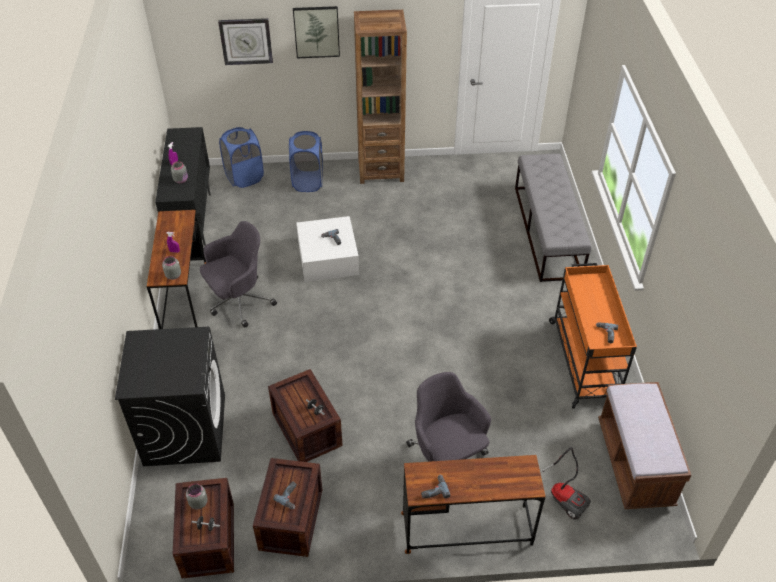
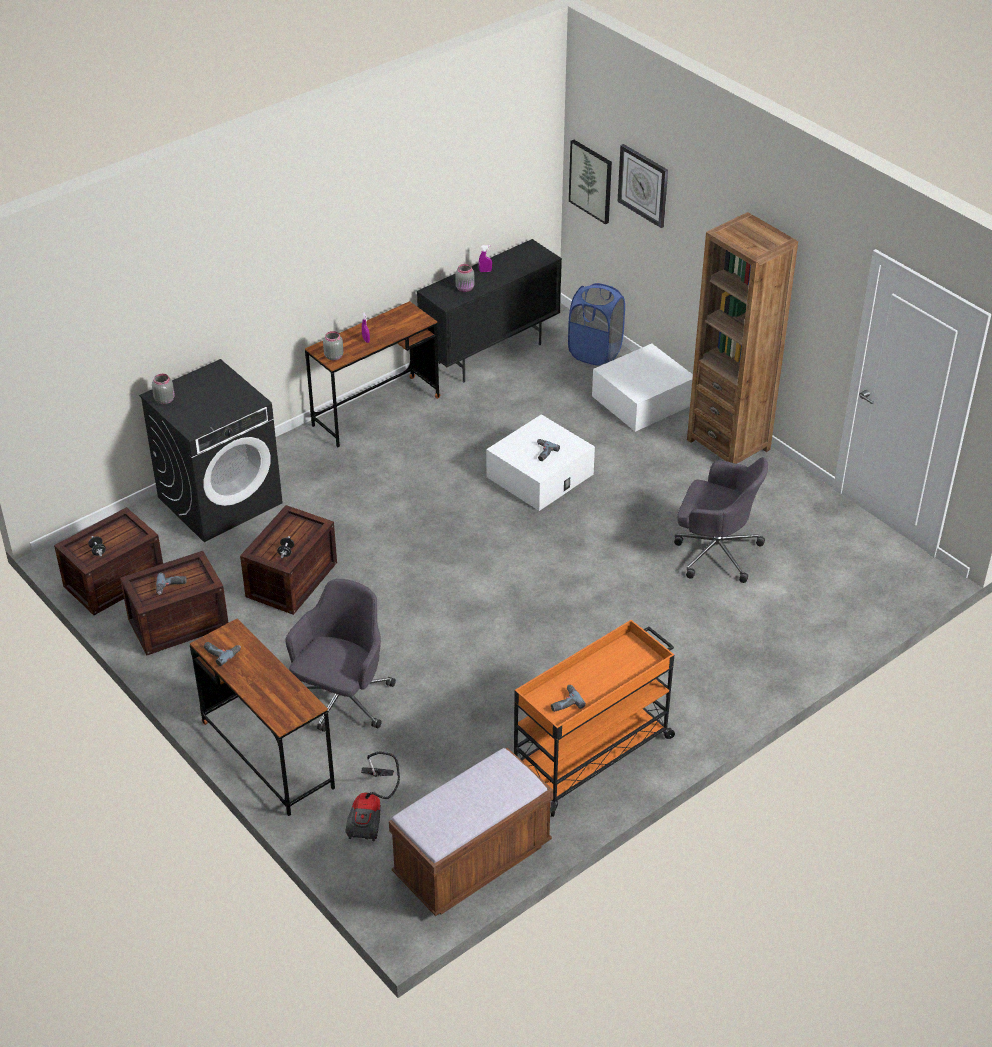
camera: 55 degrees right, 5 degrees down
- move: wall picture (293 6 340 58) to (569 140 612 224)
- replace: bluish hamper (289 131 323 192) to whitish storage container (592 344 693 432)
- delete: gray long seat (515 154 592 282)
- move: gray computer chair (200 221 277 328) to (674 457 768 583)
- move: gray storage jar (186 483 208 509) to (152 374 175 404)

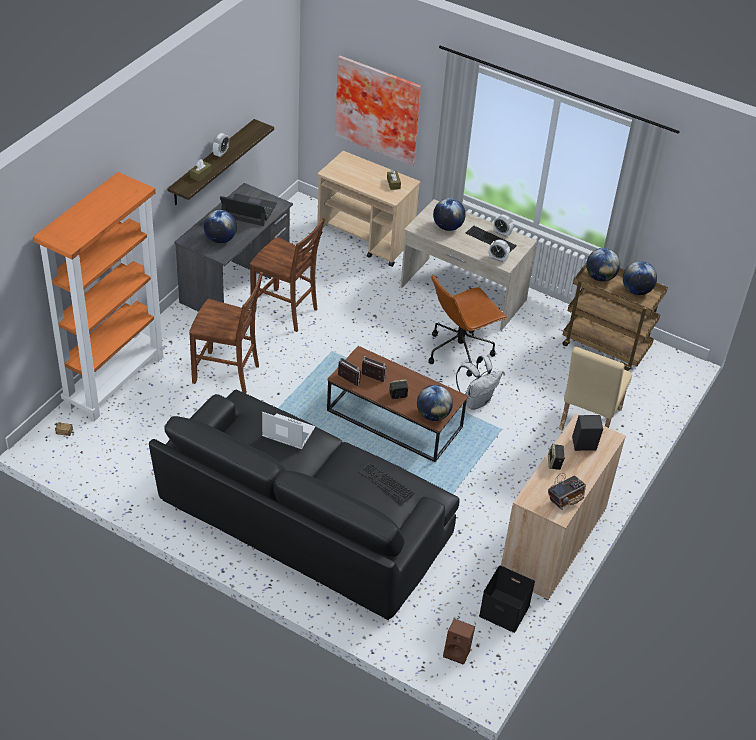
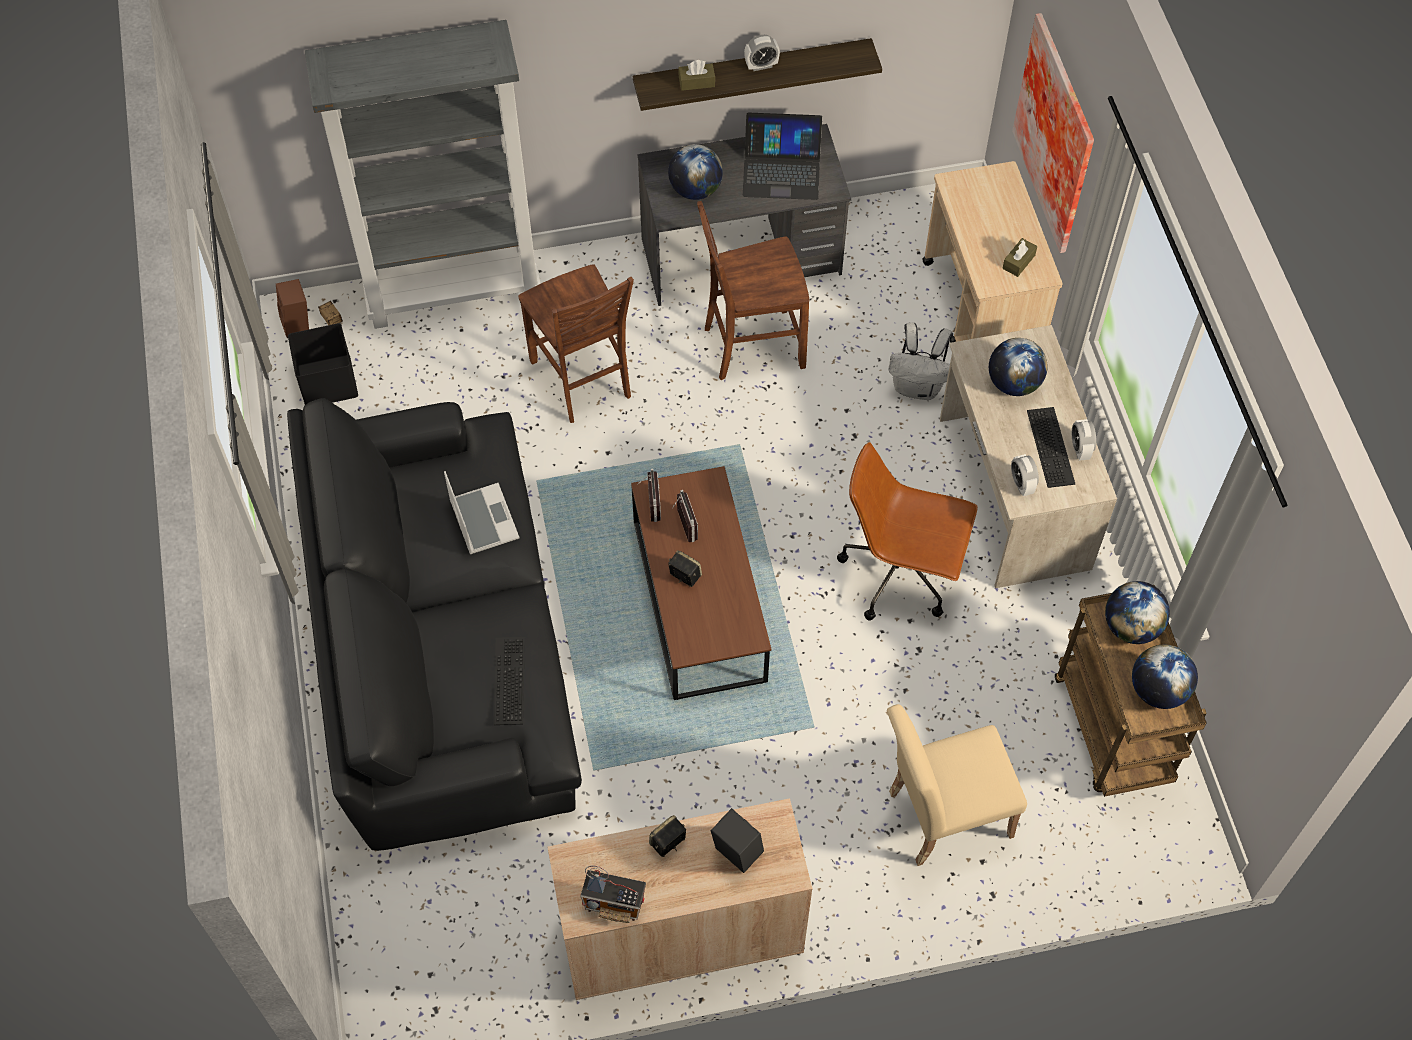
camera: 50 degrees right, 15 degrees up
- recolor: orangey shelving unit (33 172 165 421) to gray shelving unit (305 20 541 329)
- rotate: portable computer (220 194 277 226) = (743 112 822 200) 120 degrees clockwise
- rotate: brown upright chair (250 217 325 332) = (697 201 809 380) 90 degrees clockwise
- move: whitish rucksack (456 355 503 410) to (888 322 953 400)
- delete: globe (417 385 453 421)
- move: black-coloured storage container (479 566 535 633) to (288 323 358 405)
- move: brown speaker (443 619 475 665) to (276 279 309 338)

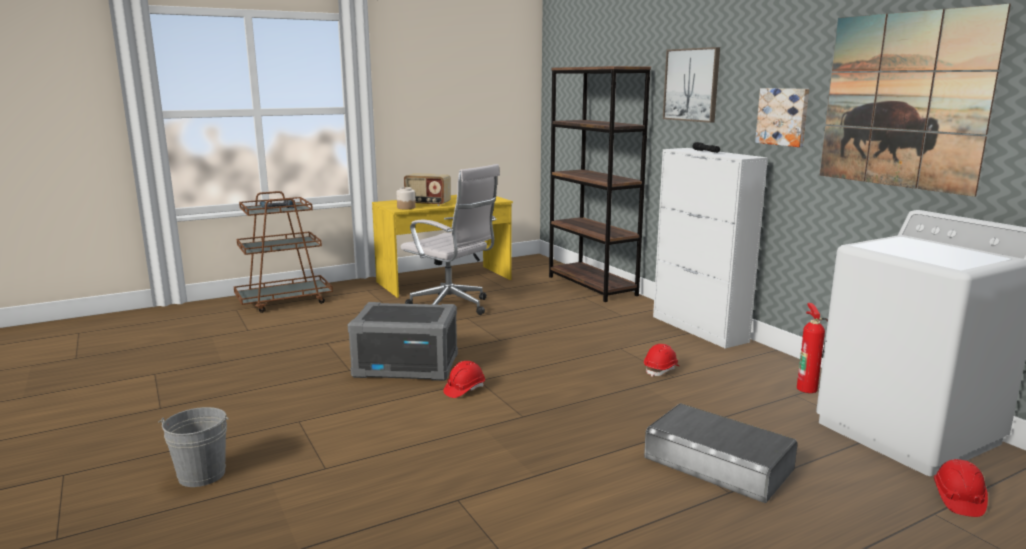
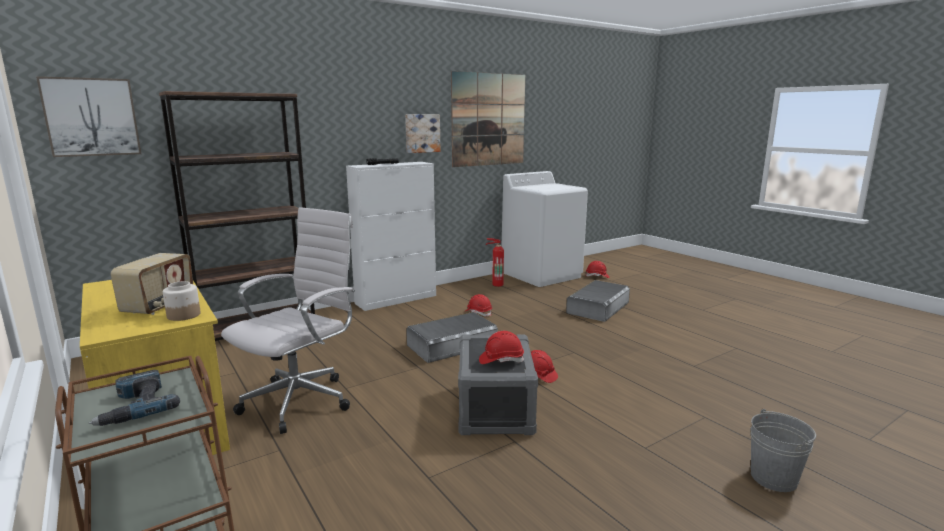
camera: 95 degrees left, 0 degrees up
- move: wall picture (663 47 720 123) to (36 76 141 157)
- insert: gray storage container (406 312 498 363)
- insert: reddish safety helmet (479 331 524 364)

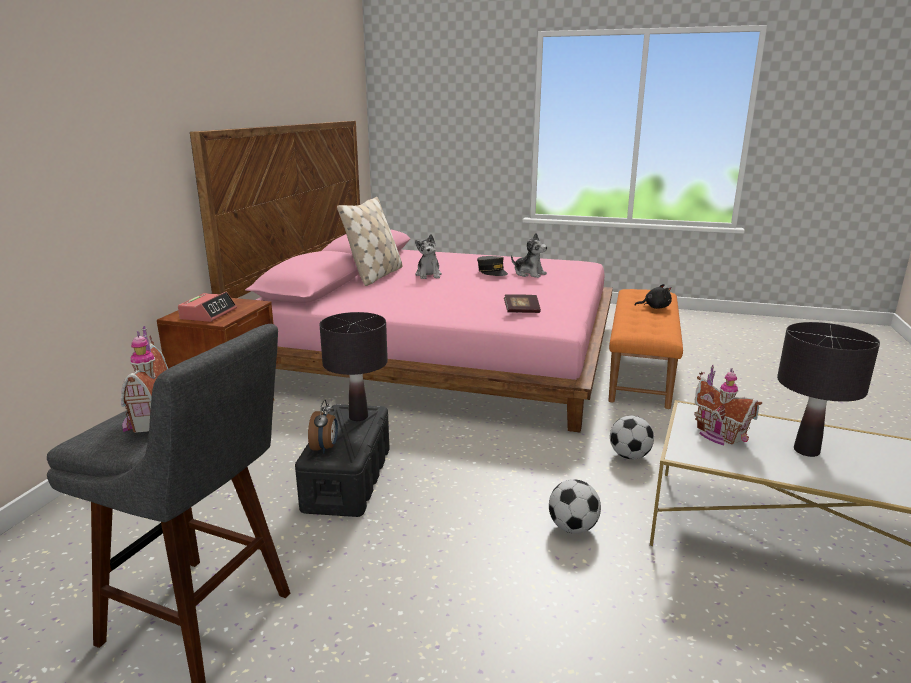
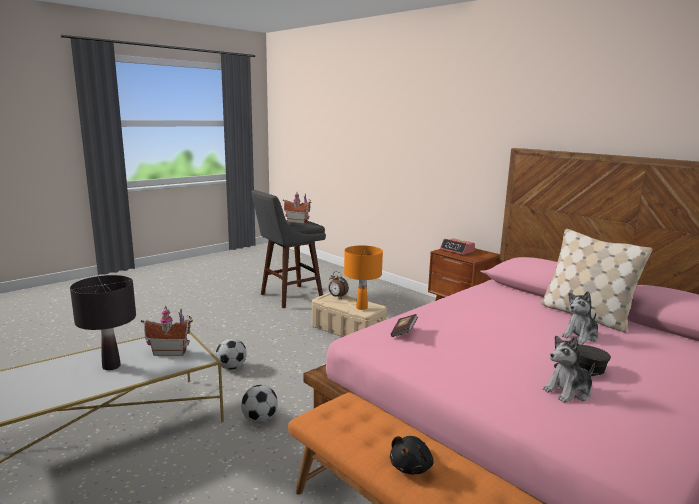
camera: 120 degrees right, 5 degrees down
- rotate: plush toy (415 234 442 279) = (562 291 599 344) 60 degrees counterclockwise
- recolor: black-coloured tabletop lamp (319 312 388 421) to orangey tabletop lamp (344 245 383 310)
- recolor: black-coloured storage container (295 404 390 517) to beige storage container (312 292 387 337)

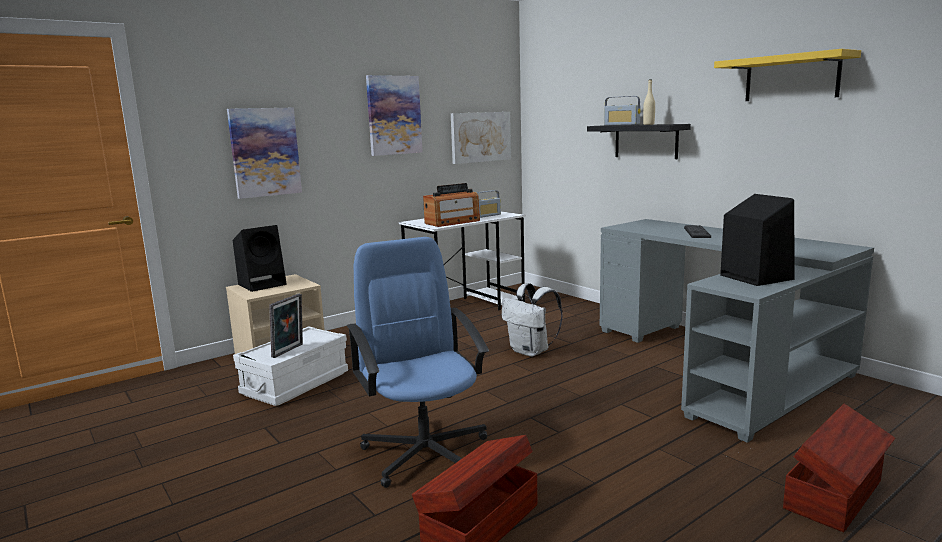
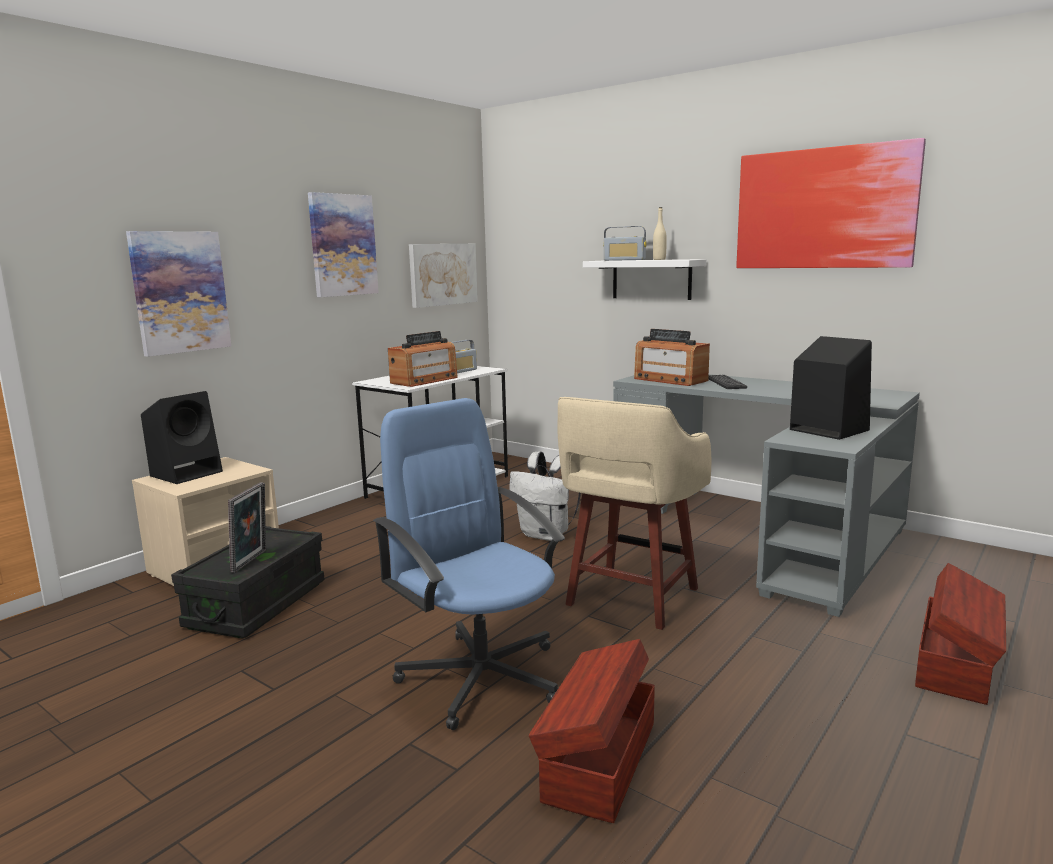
camera: 15 degrees left, 0 degrees up
- replace: yellowish shelf (714 49 861 101) to wall picture (736 138 926 268)
- recolor: black-coloured shelf (587 124 691 159) to whitish shelf (583 259 706 300)
- recolor: whitish storage container (233 327 348 406) to black-coloured storage container (171 526 324 638)
- insert: radio set (634 329 710 386)
- insert: beige sitting stool (557 397 712 630)

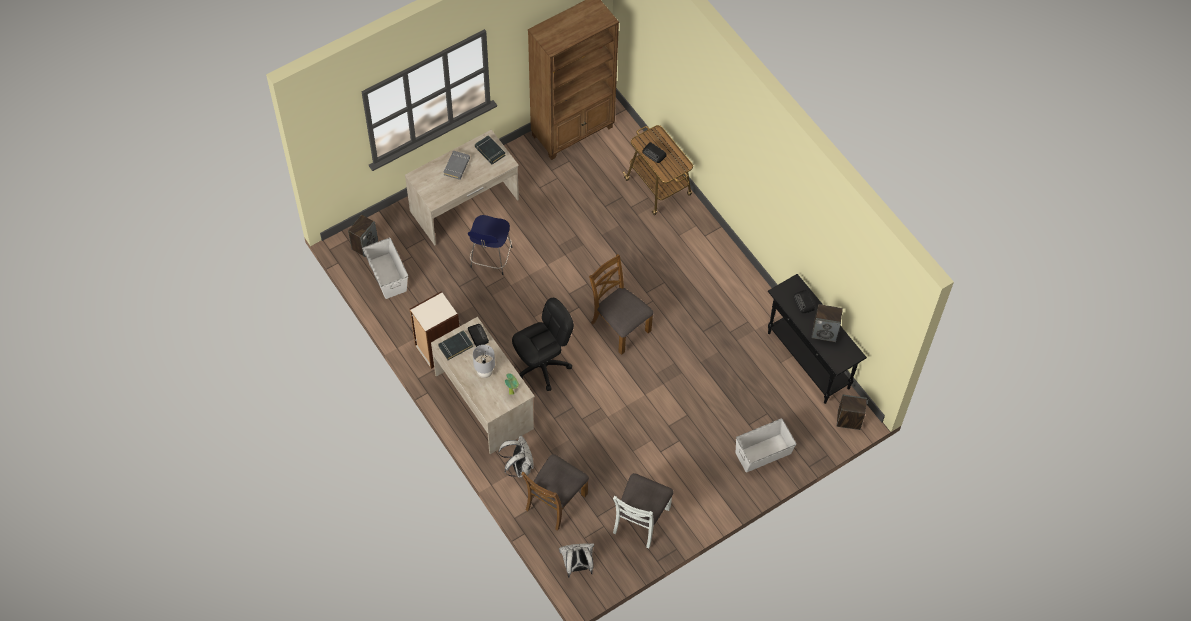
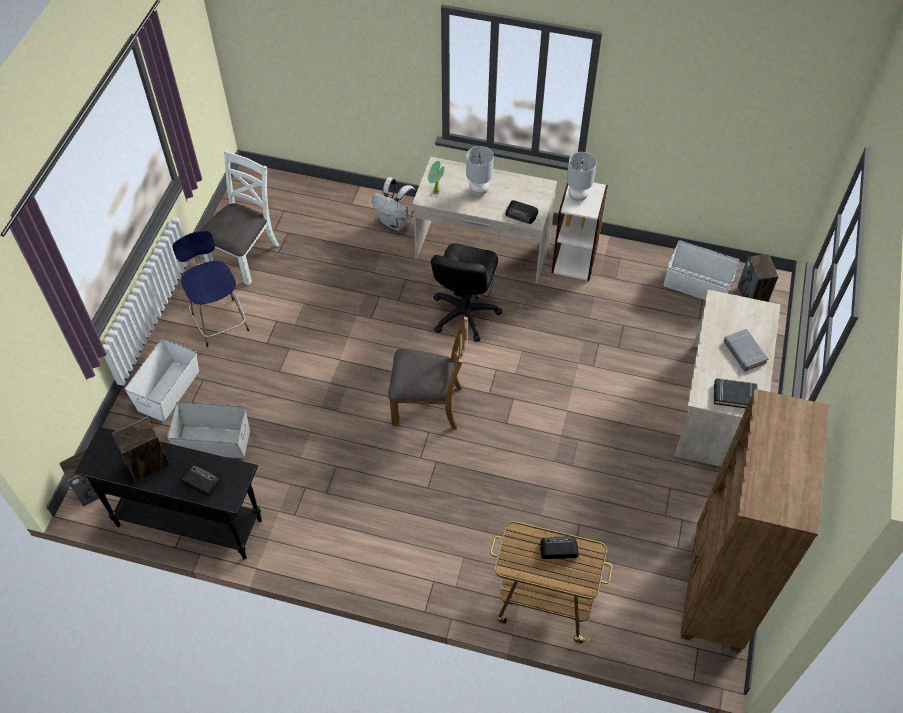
camera: 140 degrees right, 5 degrees down
- move: bluish sitting stool (468 215 512 275) to (173 231 249 347)
- delete: black-coloured bound book (438 331 473 360)
- delete: brown upright chair (521 454 589 531)
- rotate: whitish upright chair (613 473 674 549) = (200 150 279 285) 45 degrees clockwise
- delete: whitish rucksack (559 543 594 578)
- insert: gray tabletop lamp (567 152 596 202)
- insert: gray storage container (167 401 250 458)

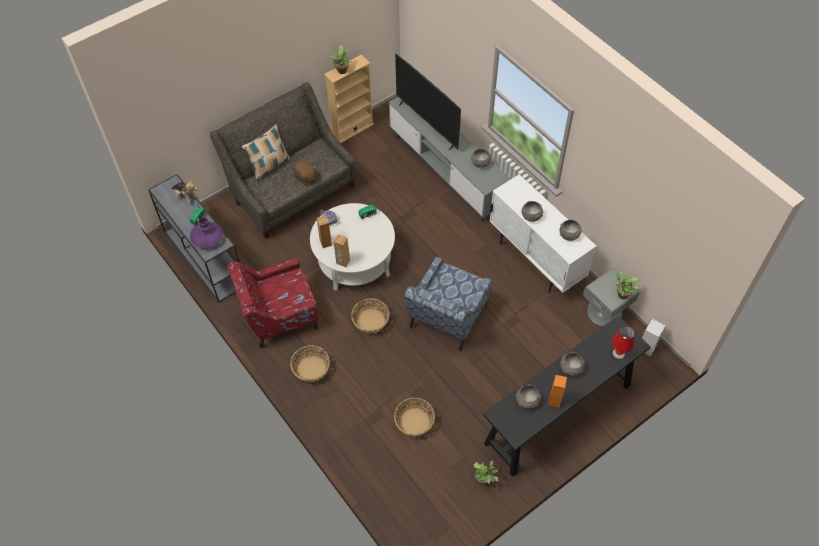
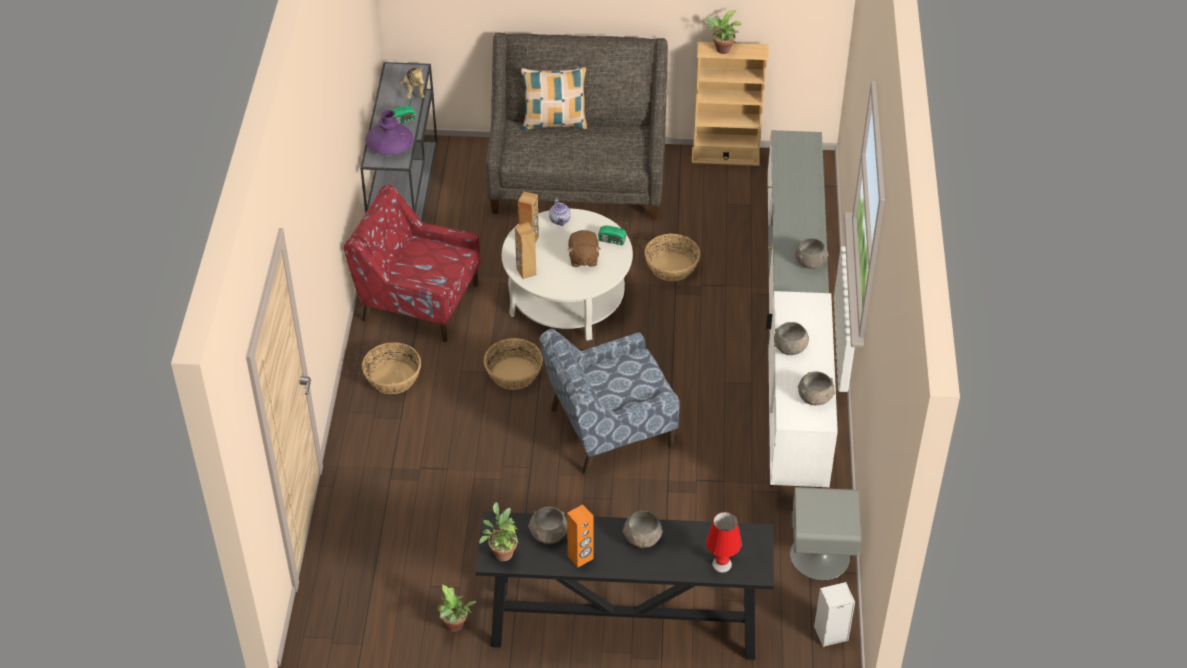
camera: 40 degrees right, 10 degrees down
- delete: TV (395 54 461 150)
- move: brown plush toy (293 160 317 185) to (568 230 601 267)
- move: plant in a pot (613 271 639 300) to (479 502 519 561)
- move: household basket (394 398 435 437) to (644 234 700 281)

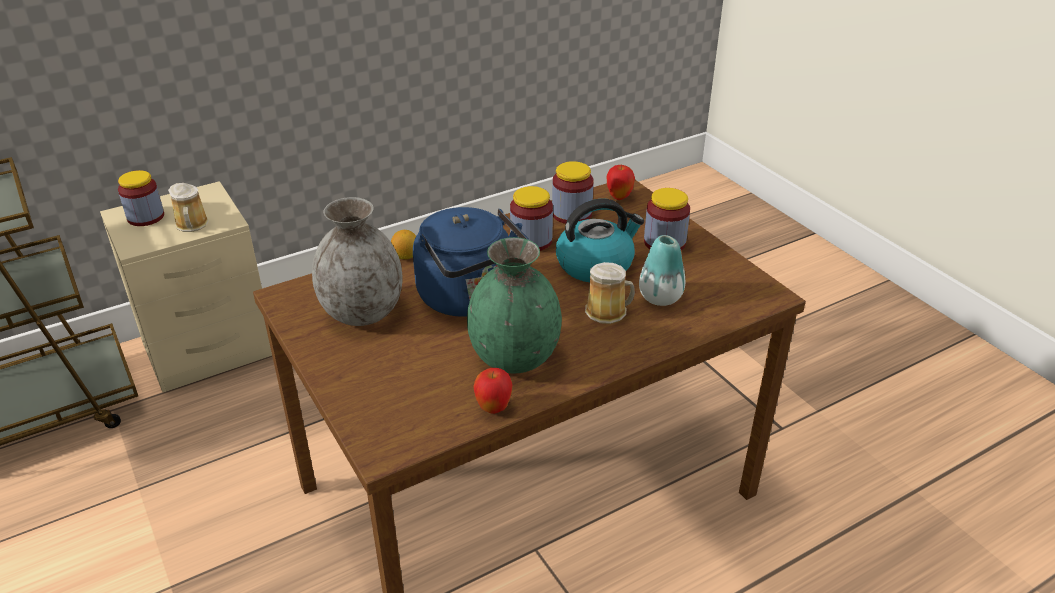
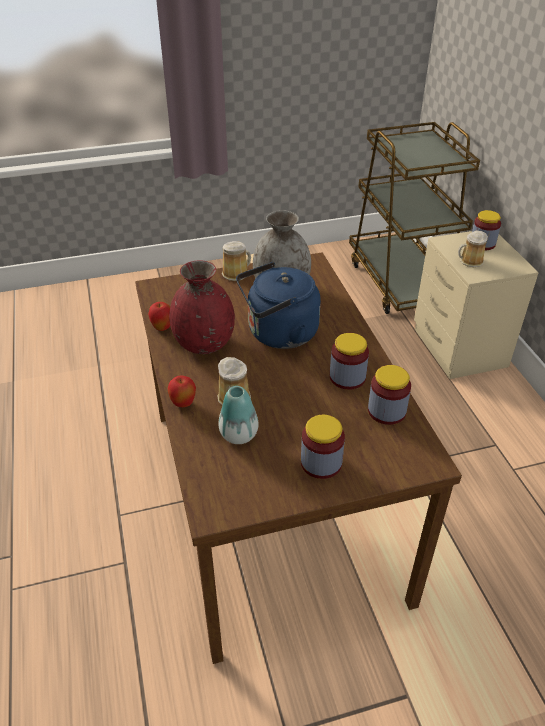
camera: 105 degrees right, 5 degrees up
- move: apple fruit (607 165 635 200) to (168 375 196 407)
- delete: kettle (556 198 644 282)
- delete: lemon (391 230 416 259)
- recolor: green vase (467 237 562 374) to reddish vase (169 260 235 354)
- insert: tea mug (222 241 251 281)

